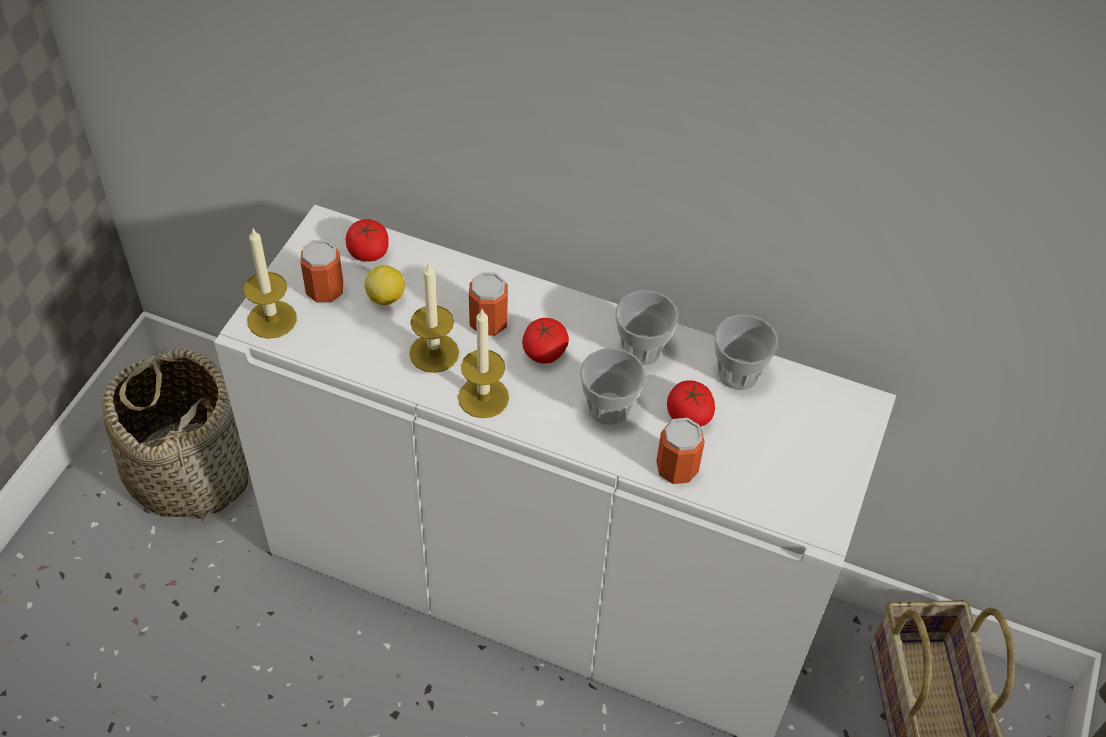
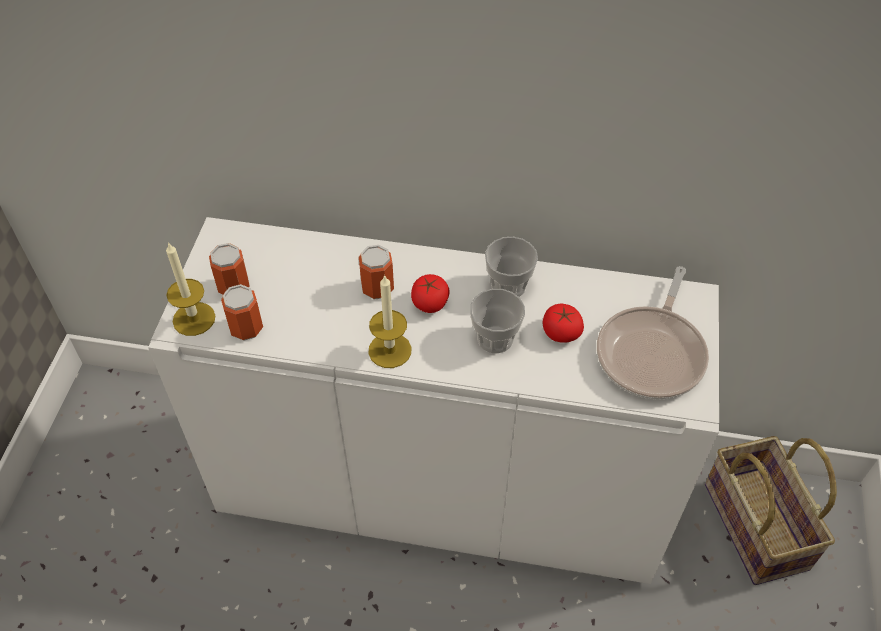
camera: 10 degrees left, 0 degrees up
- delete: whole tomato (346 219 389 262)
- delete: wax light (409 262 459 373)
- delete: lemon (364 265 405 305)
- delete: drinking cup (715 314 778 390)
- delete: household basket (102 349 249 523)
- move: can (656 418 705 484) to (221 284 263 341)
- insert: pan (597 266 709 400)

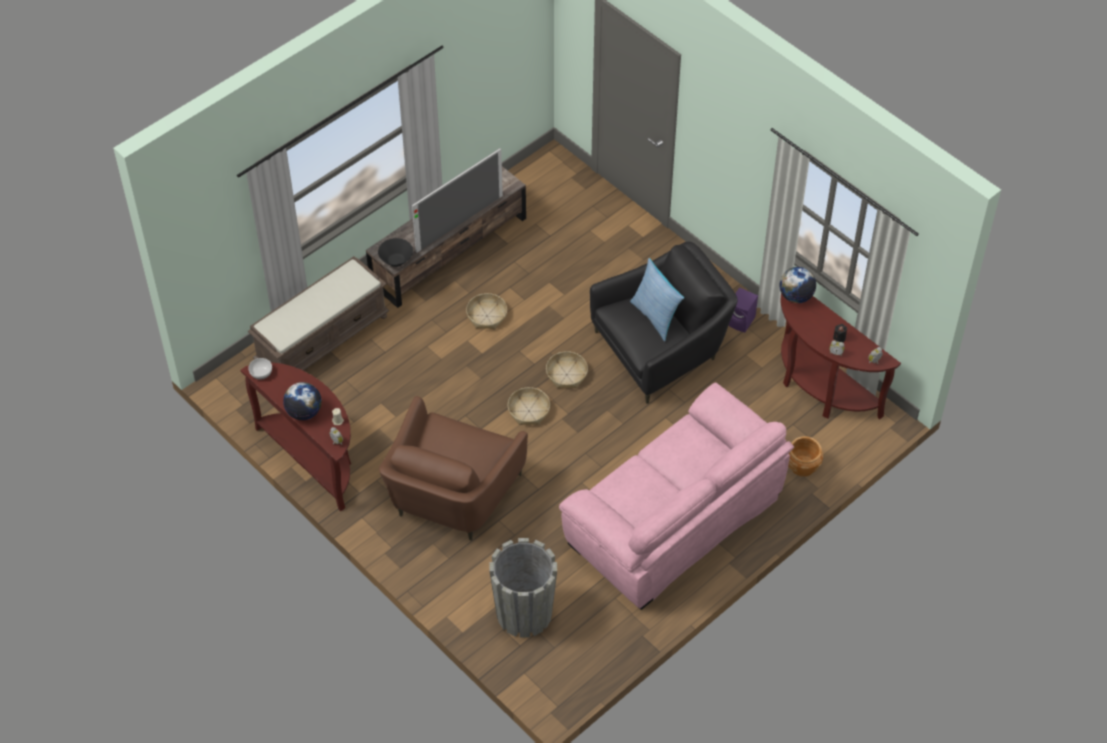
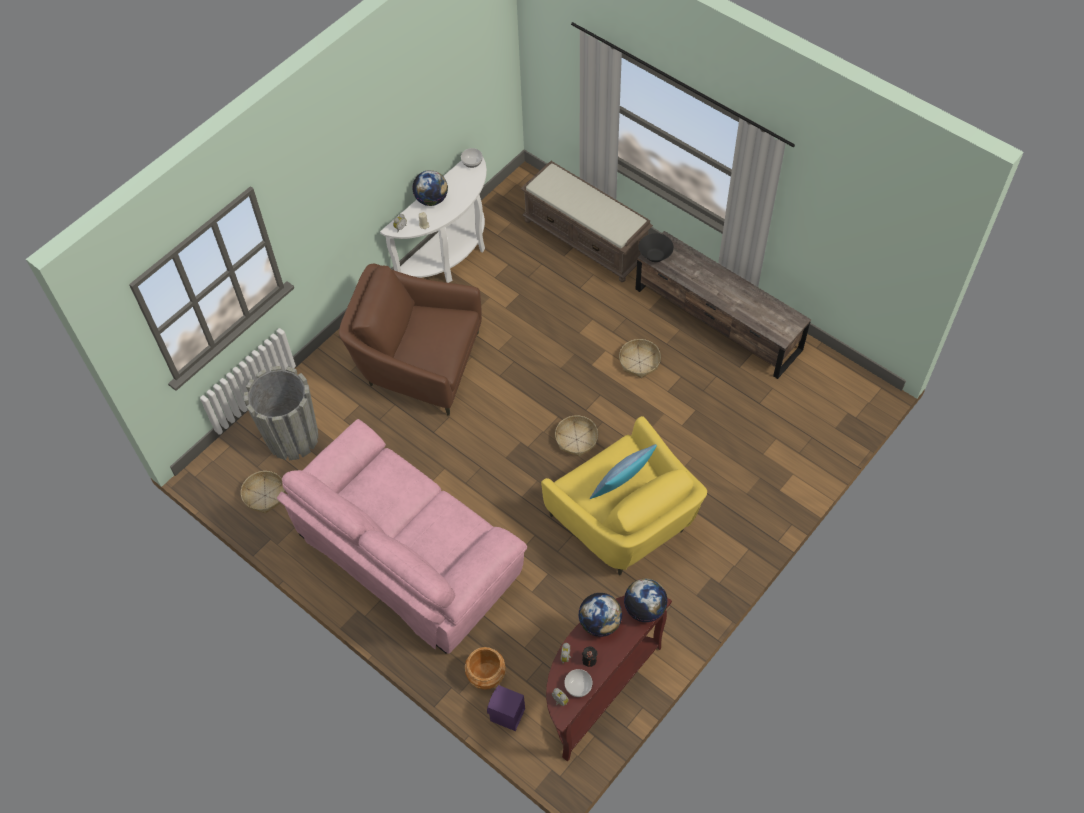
camera: 85 degrees right, 5 degrees up
- delete: TV (412 148 503 253)
- recolor: black-coloured armchair (590 242 738 404) to yellowish armchair (541 416 707 575)
- move: purple-coloured speaker (728 287 758 332) to (487 685 525 731)
- recolor: brown narrow table (241 362 351 512) to whitish narrow table (380 156 487 283)
- move: household basket (508 387 550 425) to (241 471 285 513)
- insert: globe (579 593 622 637)
- insert: serving bowl (564 669 592 697)

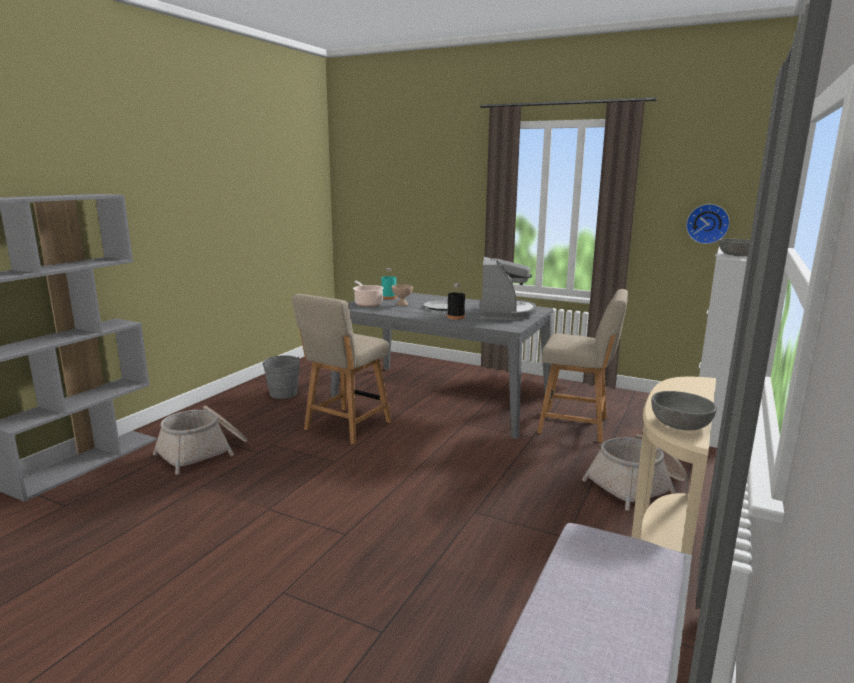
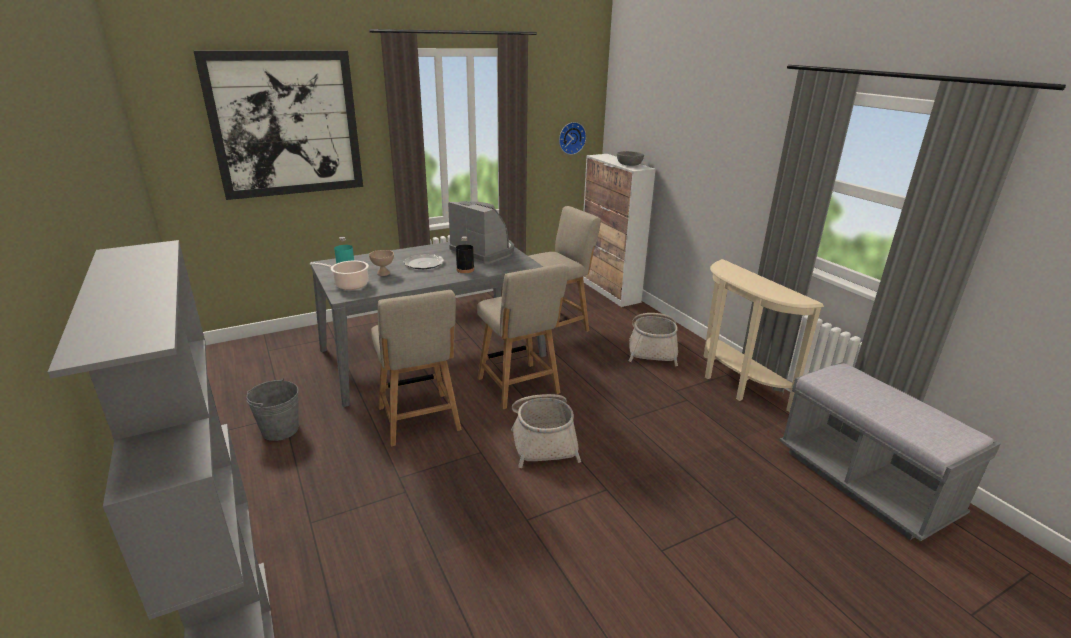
camera: 55 degrees left, 10 degrees up
- delete: gray serving bowl (651 391 717 430)
- move: household basket (153 406 248 474) to (511 394 581 468)
- insert: wall picture (193 50 363 200)
- insert: beige upright chair (477 264 568 409)

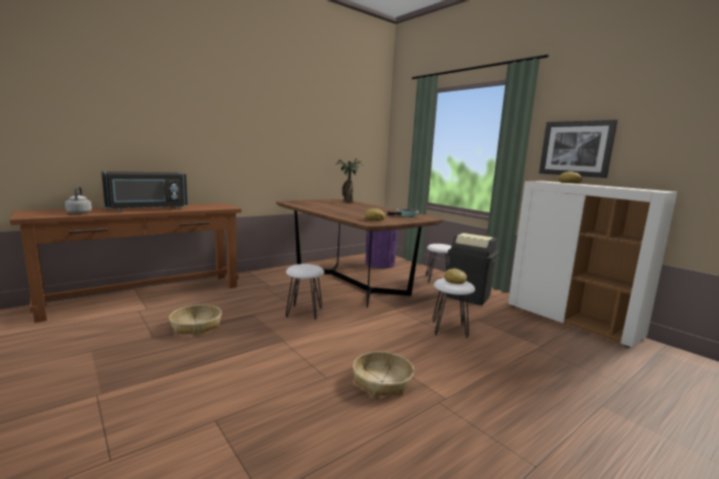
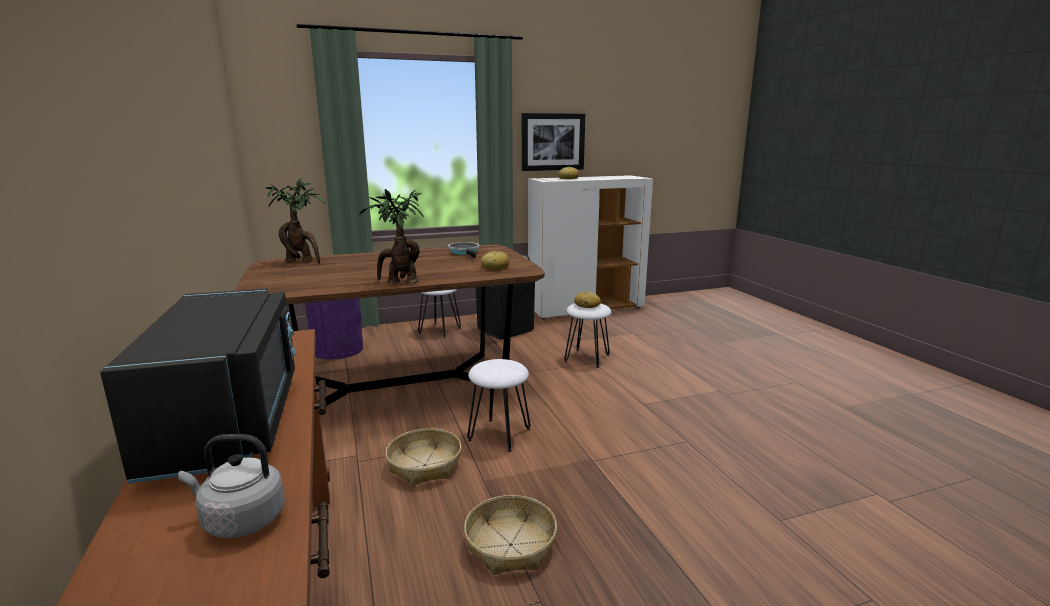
camera: 70 degrees left, 5 degrees up
- move: household basket (353 351 414 397) to (385 428 462 486)
- insert: plant in a pot (359 189 424 284)

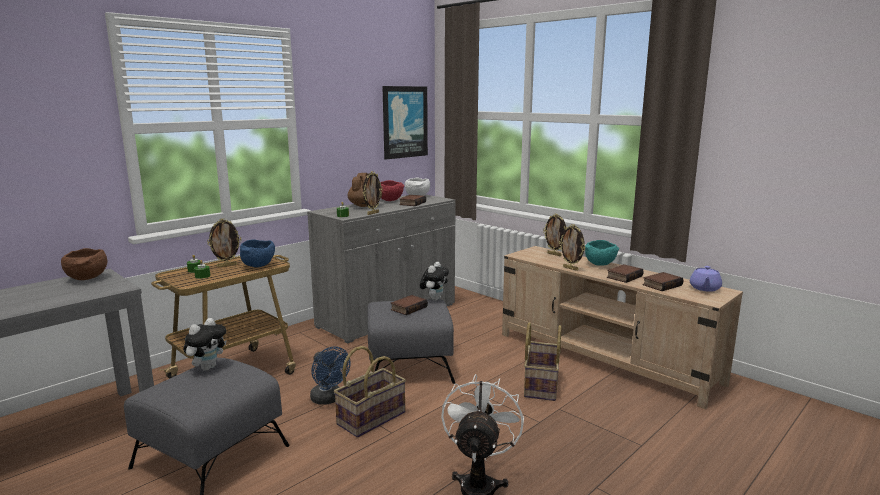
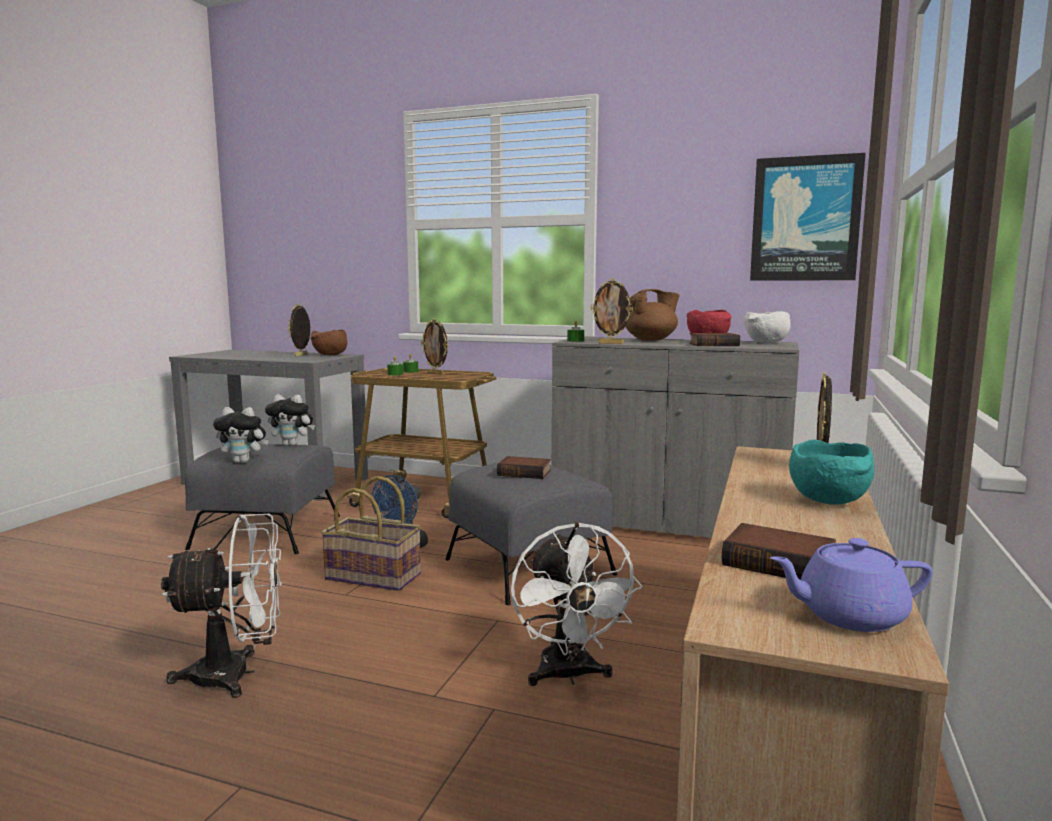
camera: 65 degrees right, 5 degrees down
- move: picture frame (559 224 585 271) to (288 304 310 356)
- delete: bluish serving bowl (240 239 275 267)
- move: plush toy (420 262 449 301) to (213 407 269 463)
- delete: bound book (607 264 644 283)
- replace: household basket (524 322 561 401) to whitish electric fan (511 522 643 686)

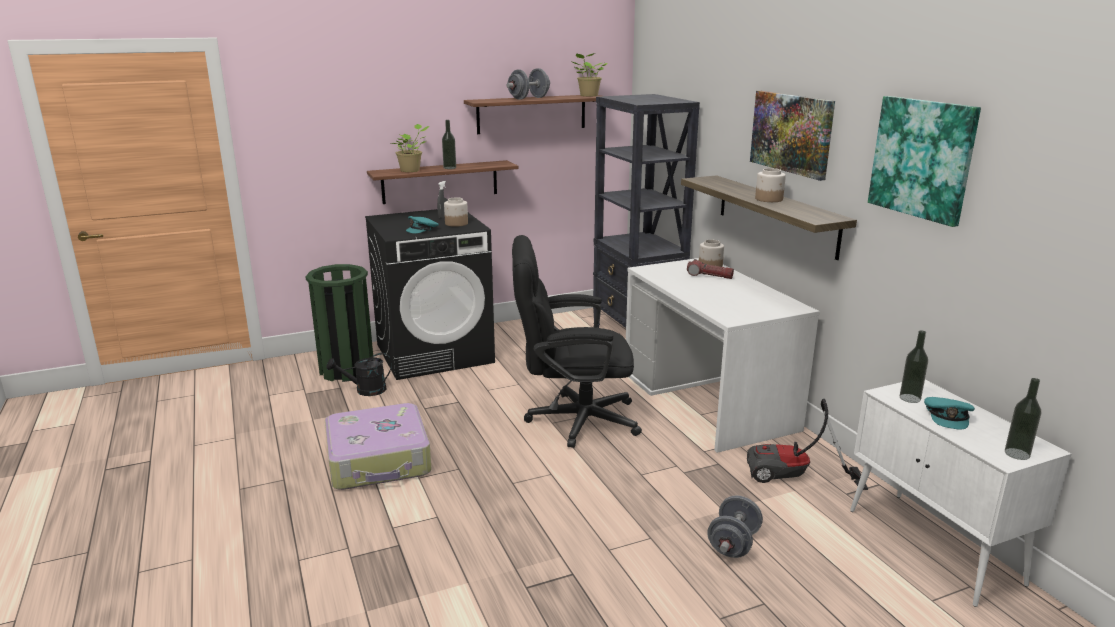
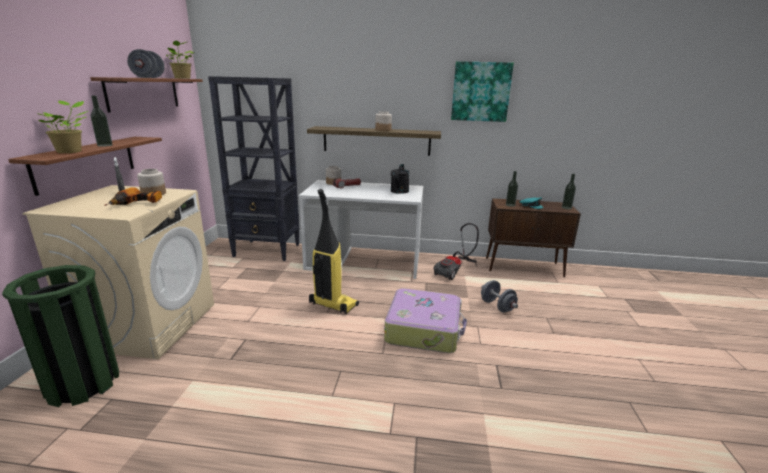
camera: 60 degrees left, 0 degrees up
- delete: wall picture (750 91 835 181)
- recolor: black-coloured washing machine (365 209 495 380) to beige washing machine (22 185 214 359)
- replace: turquoise peaked cap (406 216 439 234) to drill (104 187 162 206)
- replace: black-coloured computer chair (512 235 642 448) to hoover (309 189 359 314)
- move: black-coloured watering pot (326 353 392 396) to (391 164 409 194)
- recolor: whitish storage cabinet (850 380 1071 607) to brown storage cabinet (486 198 581 277)
- move: travel case (325 403 431 490) to (384 288 467 353)

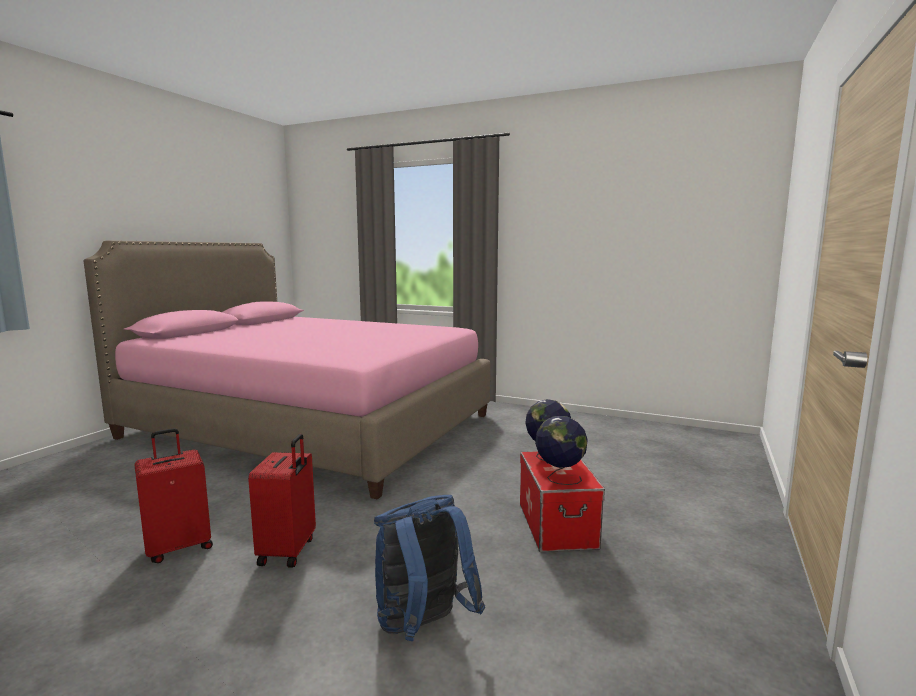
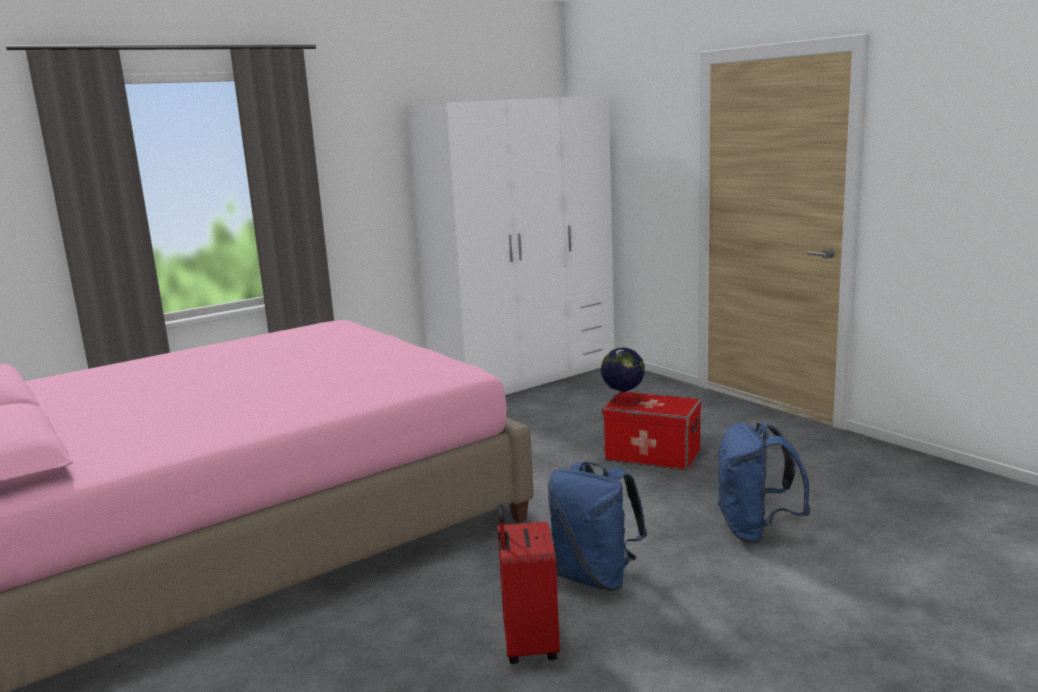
camera: 60 degrees left, 5 degrees up
- delete: globe (535 416 588 485)
- replace: reddish travel case (248 434 316 568) to bluish rucksack (548 461 647 591)
- insert: whitish clothes cupboard (406 95 614 395)

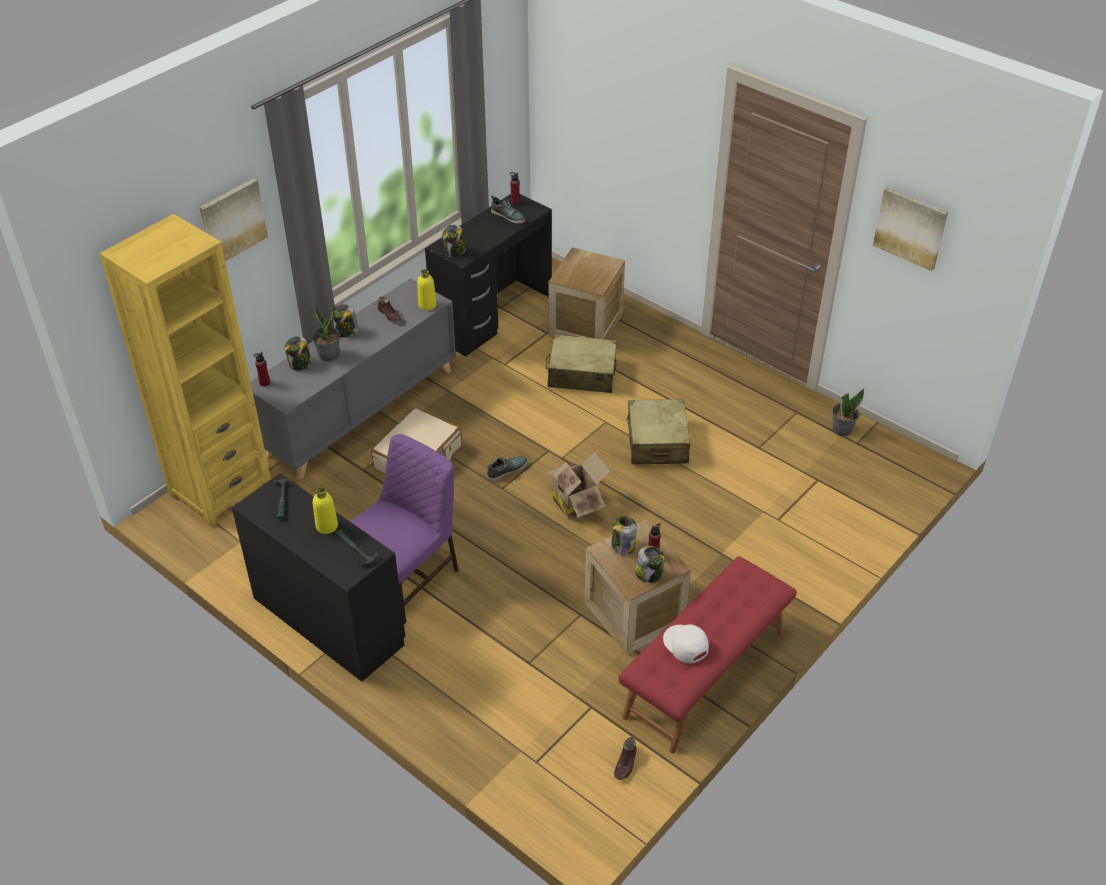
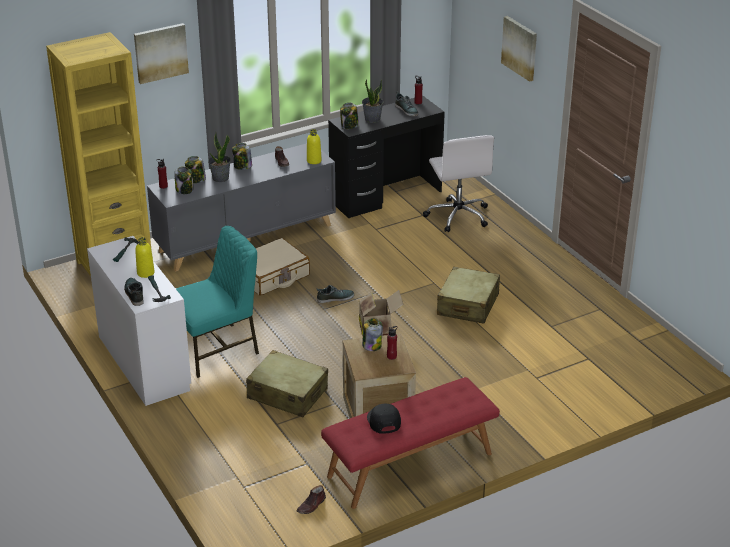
camera: 20 degrees right, 10 degrees down
- move: wall picture (873 187 948 271) to (501 16 537 82)
- replace: shipping crate (548 247 625 340) to whitish computer chair (423 135 494 232)
- move: beige travel case (546 334 617 393) to (246 350 328 417)
- move: plant in a pot (832 389 864 437) to (362 79 383 123)
- recolor: purple-coloured upright chair (350 434 459 624) to turquoise upright chair (176 226 259 378)
- recolor: black-coloured desk (232 473 405 682) to whitish desk (87 236 191 406)
- move: storage jar (635 546 665 583) to (174 166 194 194)
- recolor: whitish peaked cap (663 624 709 664) to black-coloured peaked cap (367 404 401 434)
- insert: item of footwear (124 278 144 306)

